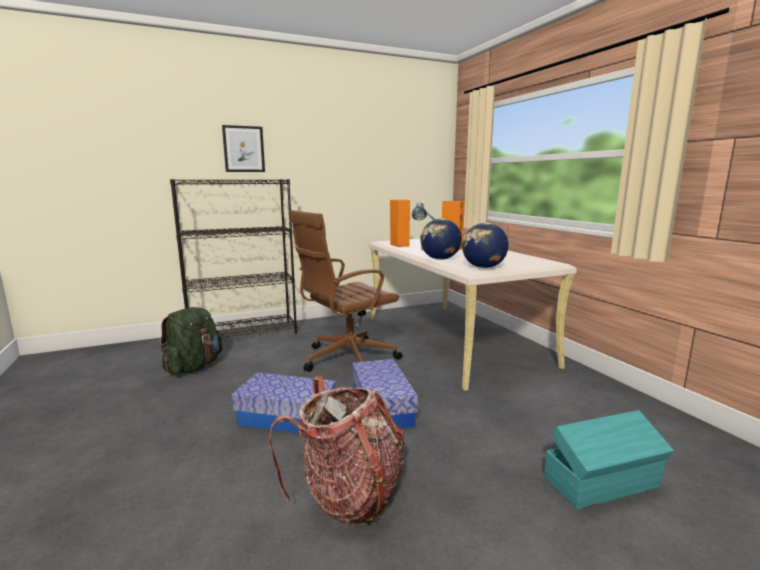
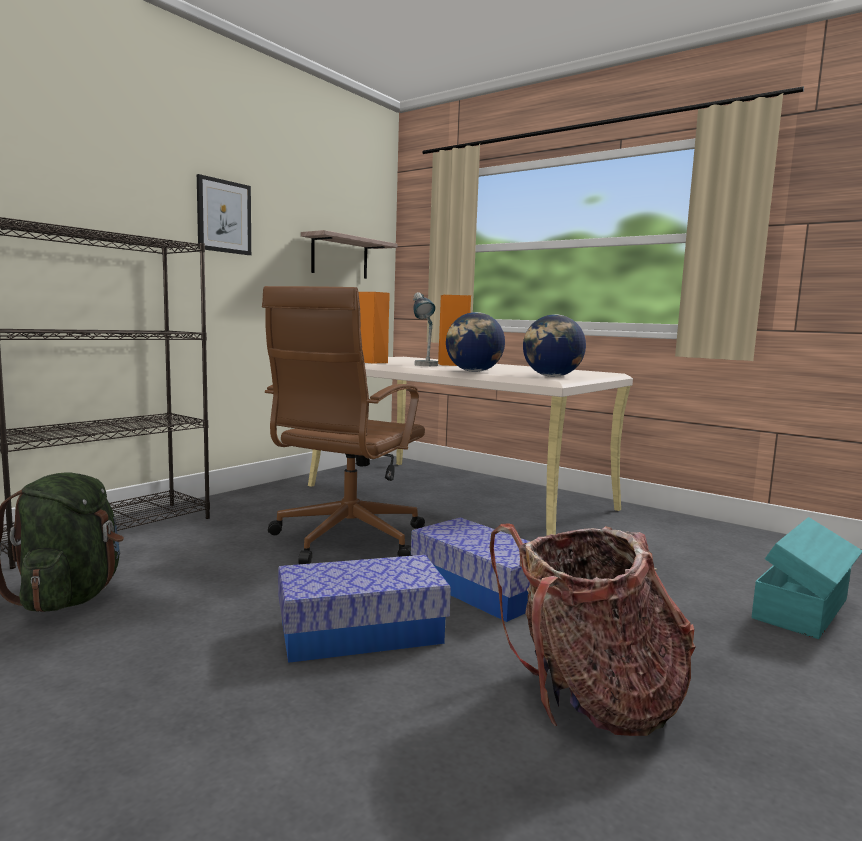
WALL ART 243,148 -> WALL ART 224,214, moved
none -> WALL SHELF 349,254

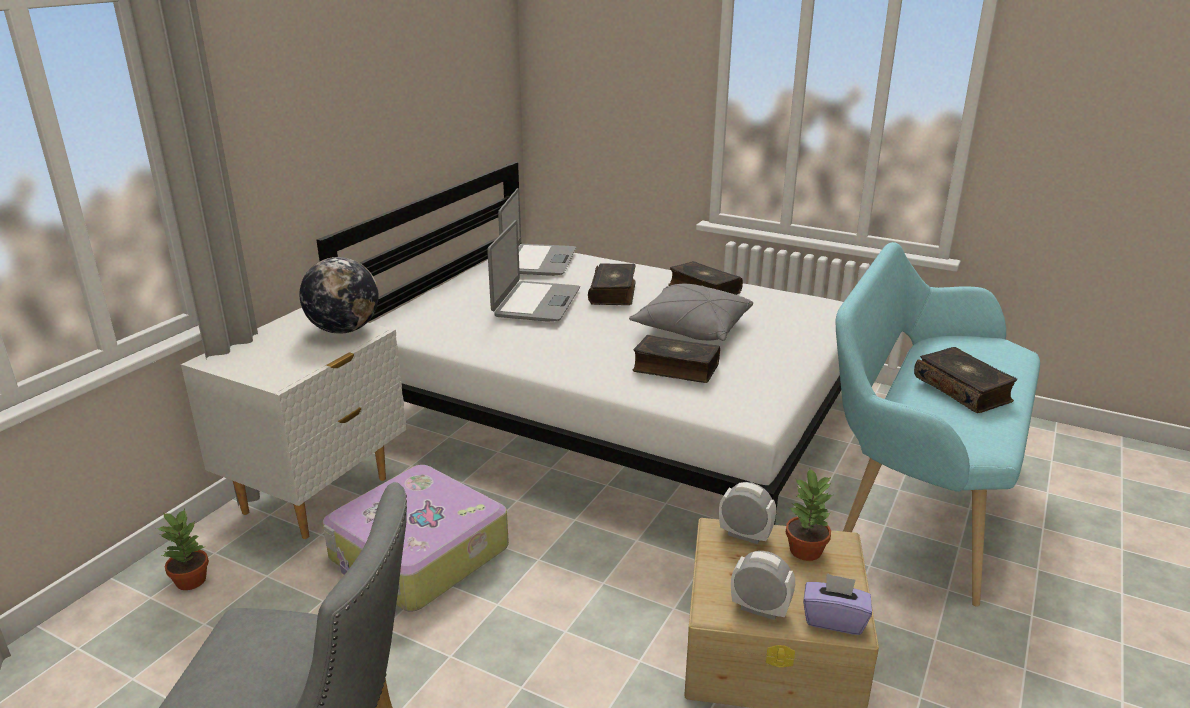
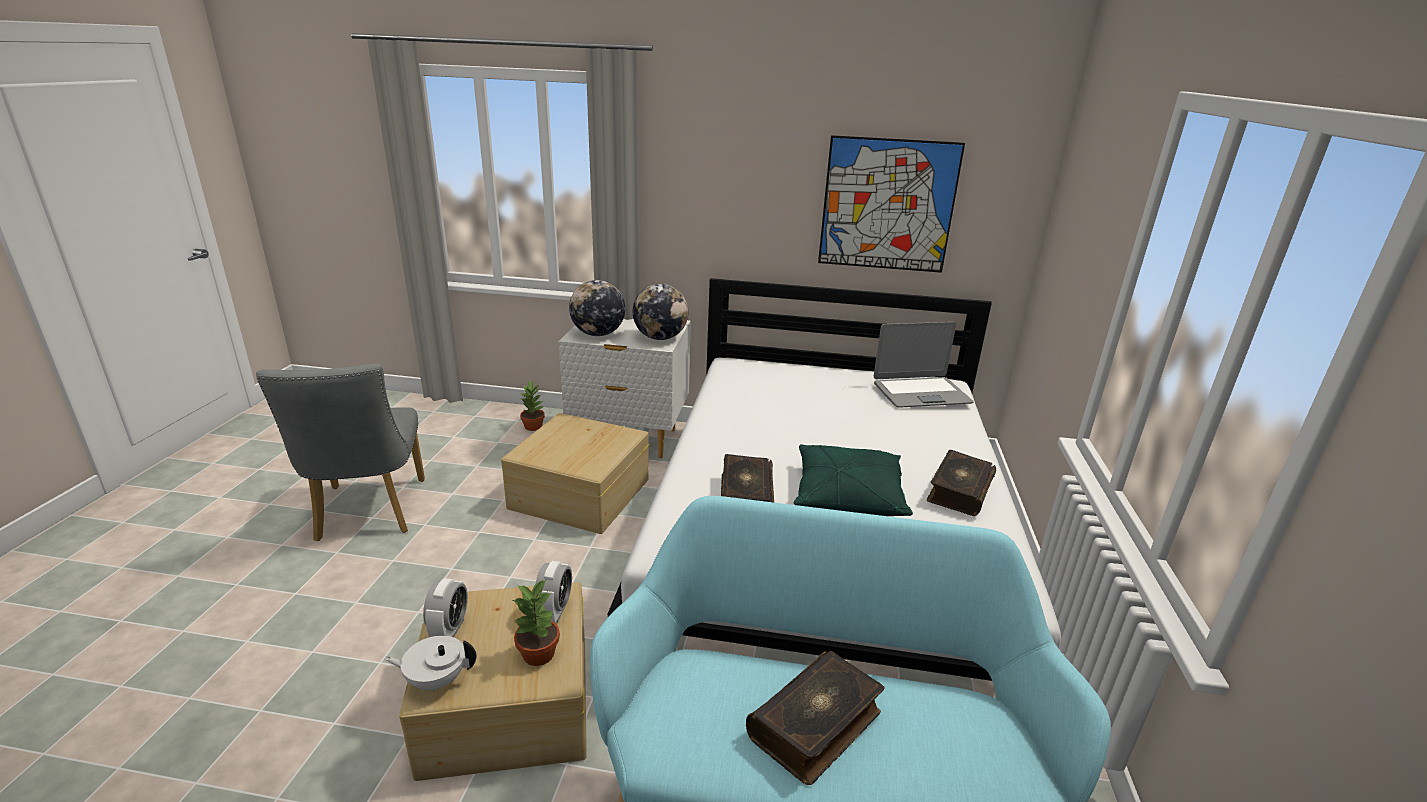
PORTABLE COMPUTER 533,271 -> none
BOUND BOOK 612,284 -> none
GREYISH THROW PILLOW 691,312 -> GREEN THROW PILLOW 853,480
SUITCASE 416,538 -> SAND-COLOURED STORAGE CONTAINER 575,473
PURPLE BOX OF TISSUES 837,604 -> WHITISH TEA POT 430,663
none -> WALL ART 891,204
none -> DESK GLOBE 597,308

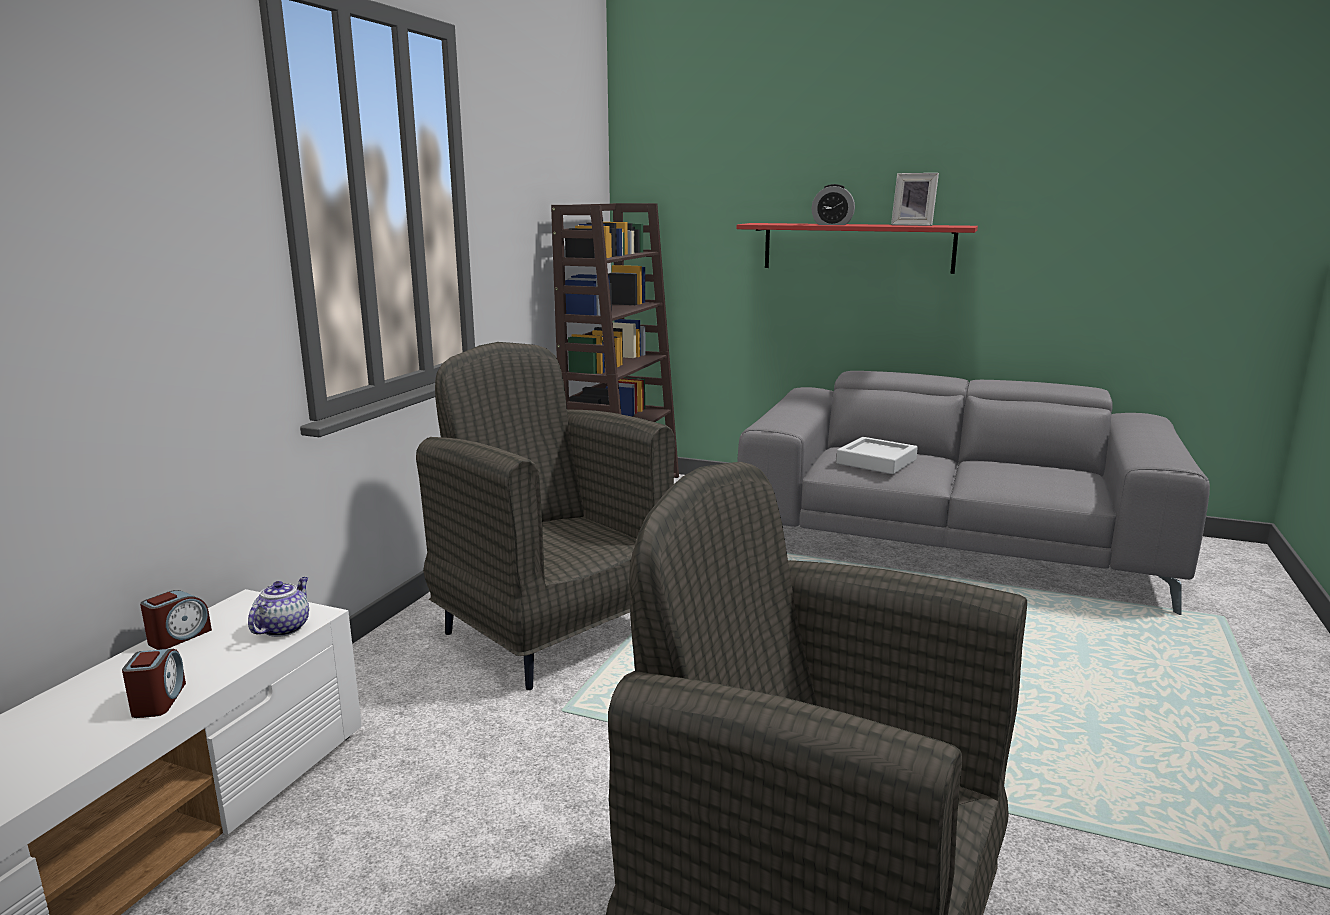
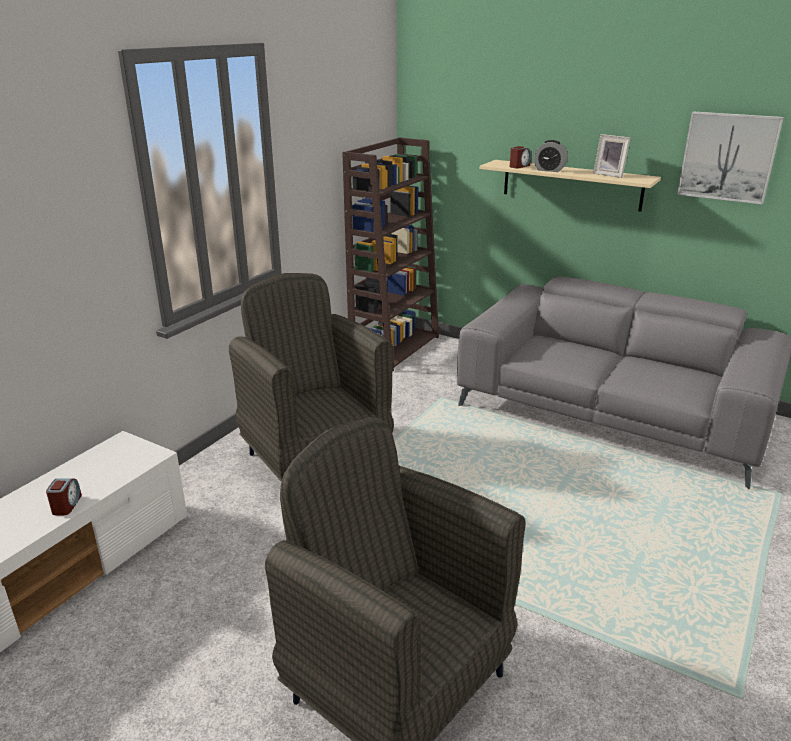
RED-COLOURED WALL SHELF 857,248 -> SAND-COLOURED WALL SHELF 570,186
GREYISH CARRYING TRAY 877,455 -> none
TEA POT 278,607 -> none
BEDSIDE CLOCK 176,620 -> BEDSIDE CLOCK 520,157, moved
none -> WALL ART 730,157

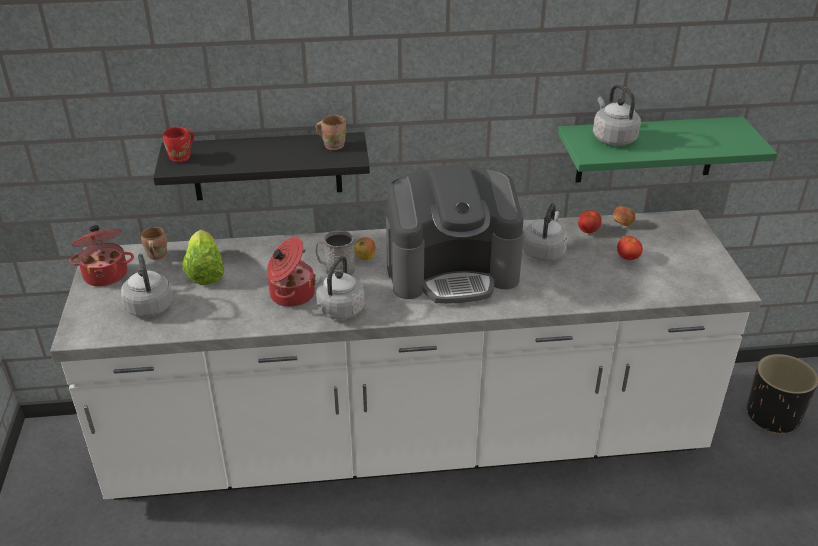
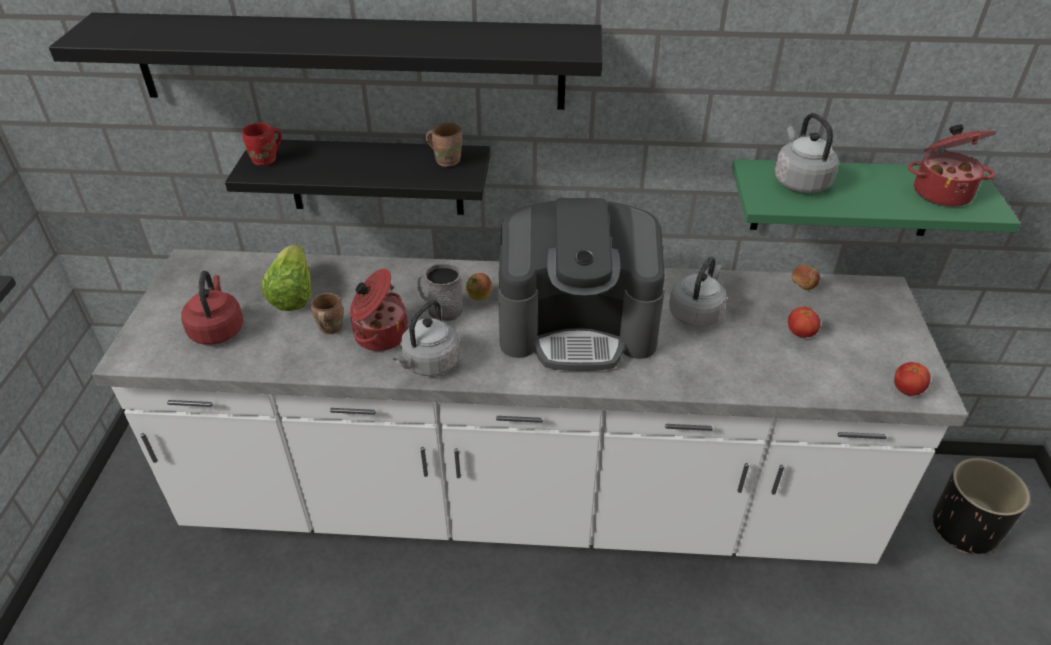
WHOLE TOMATO 590,221 -> WHOLE TOMATO 912,379, moved
SAUCEPOT 102,256 -> SAUCEPOT 952,165, moved
BROWNISH COFFEE MUG 154,243 -> BROWNISH COFFEE MUG 327,313, moved
GREYISH TEA KETTLE 146,285 -> RED-COLOURED TEA KETTLE 212,308
none -> BLACK-COLOURED WALL SHELF 325,61

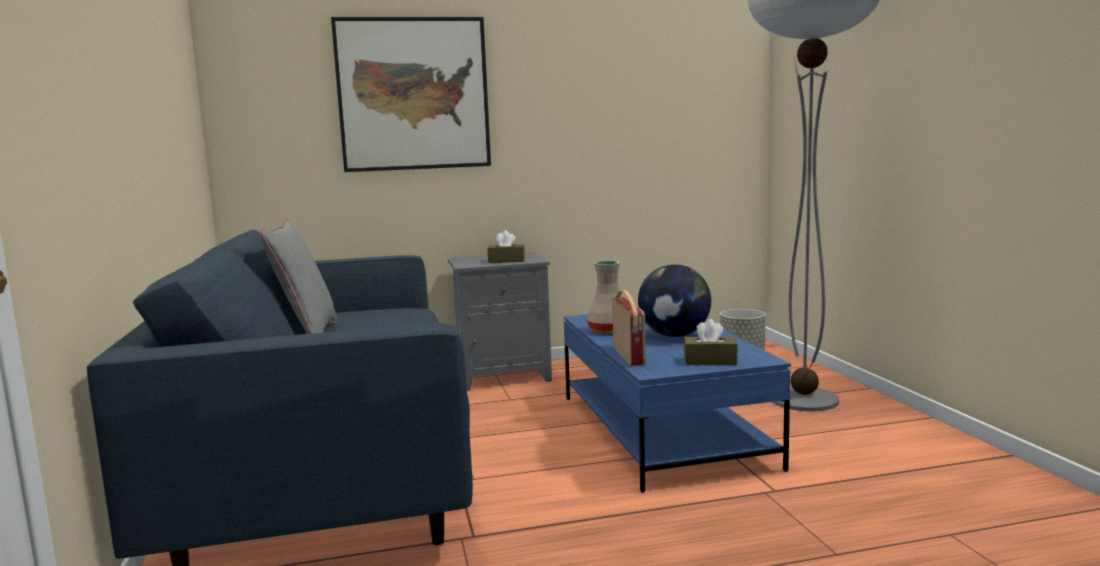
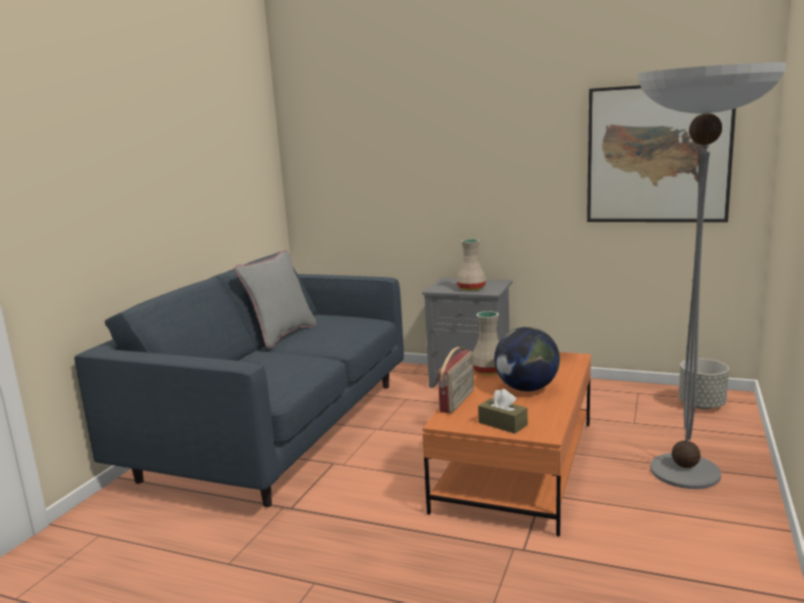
WALL ART 411,94 -> WALL ART 661,153, moved
BROWNISH BOX OF TISSUES 506,247 -> SAND-COLOURED DECORATIVE VASE 471,265
BLUISH COFFEE TABLE 677,403 -> ORANGE COFFEE TABLE 506,444

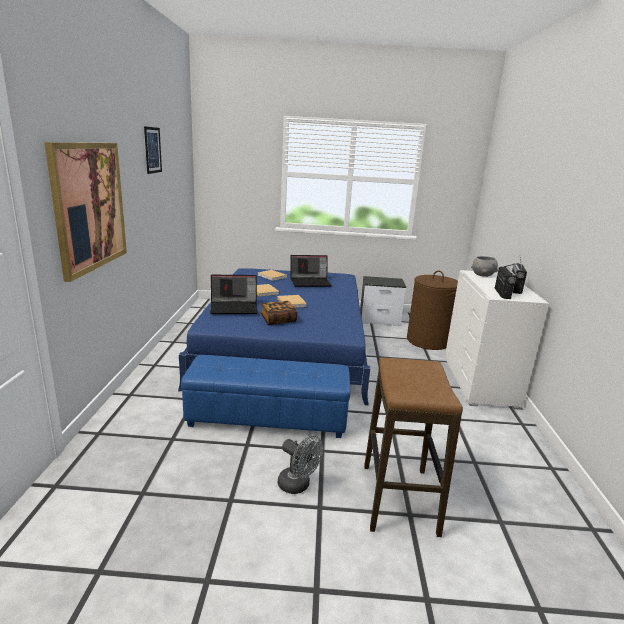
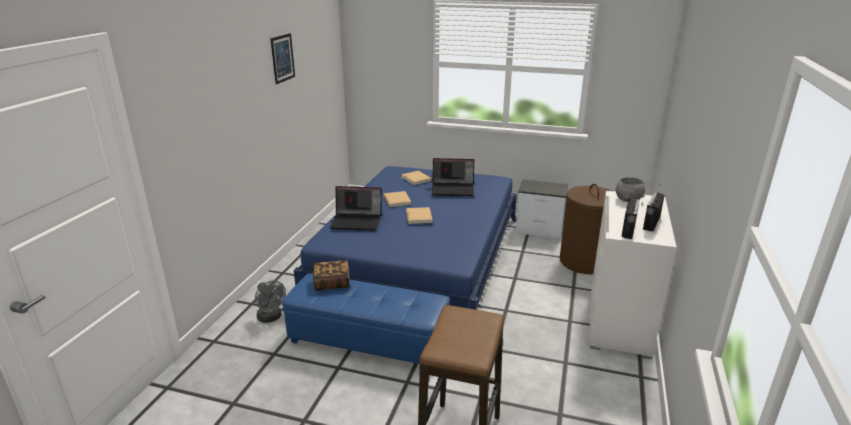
WALL ART 85,212 -> none
BOUND BOOK 279,313 -> BOUND BOOK 331,275, moved
GREYISH COOLING FAN 300,465 -> GREYISH COOLING FAN 270,302, moved

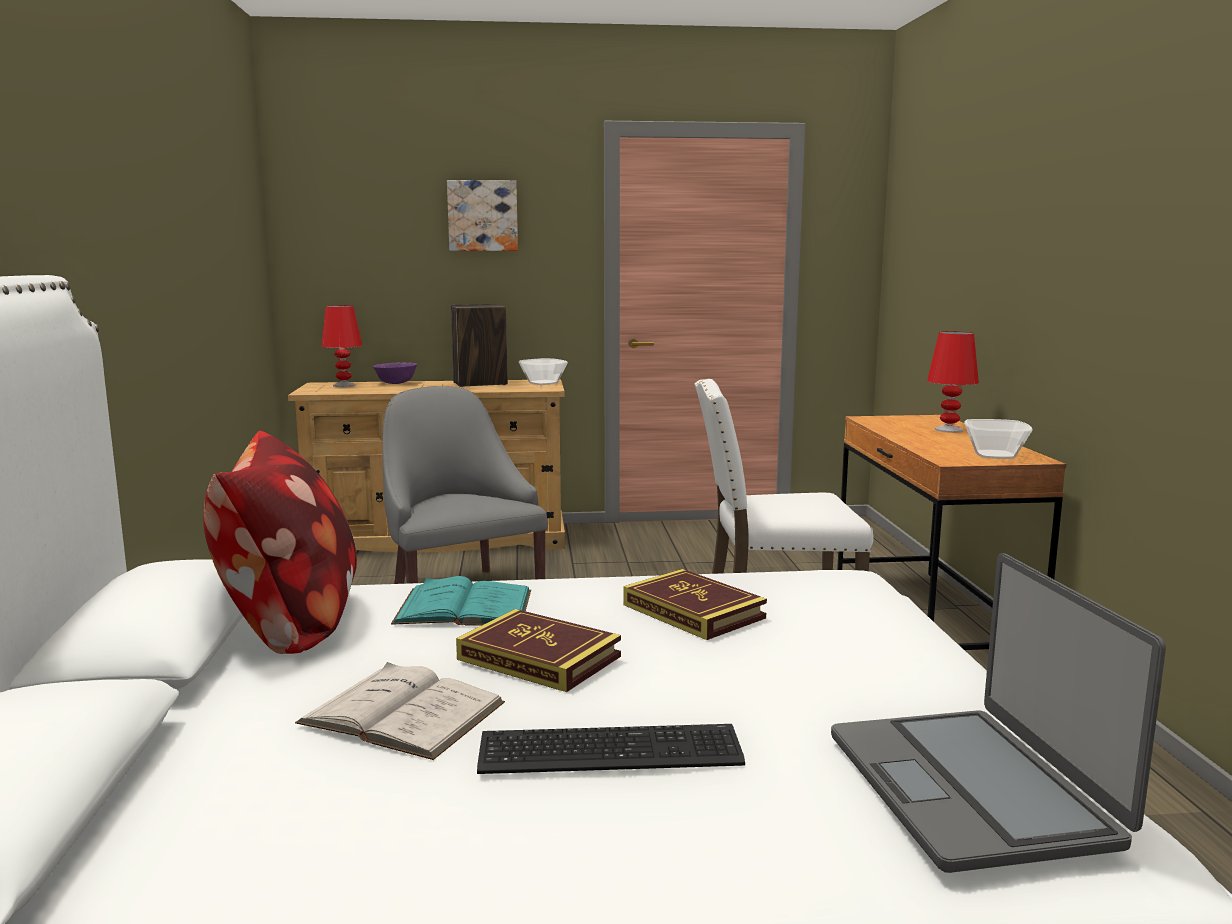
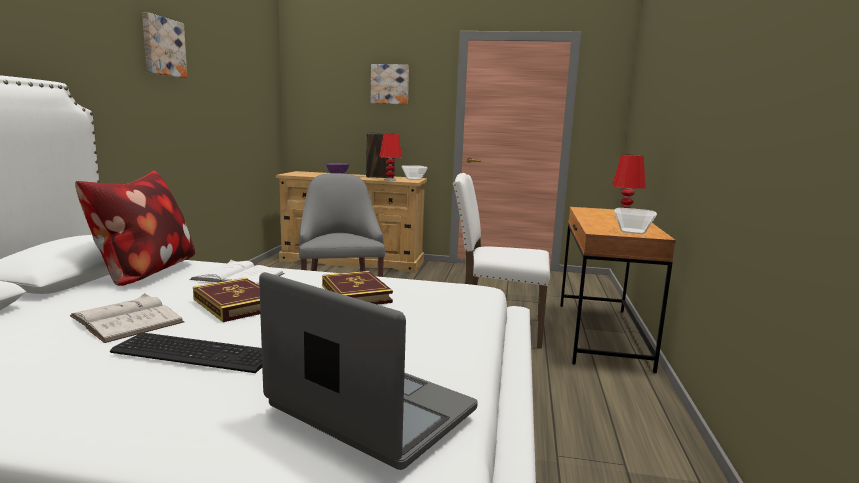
RED-COLOURED TABLETOP LAMP 341,346 -> RED-COLOURED TABLETOP LAMP 390,157, moved
PORTABLE COMPUTER 998,713 -> PORTABLE COMPUTER 368,371, 120 degrees clockwise
BLUE-GREEN BOUND BOOK 461,601 -> WHITISH BOUND BOOK 237,272
none -> WALL ART 164,45

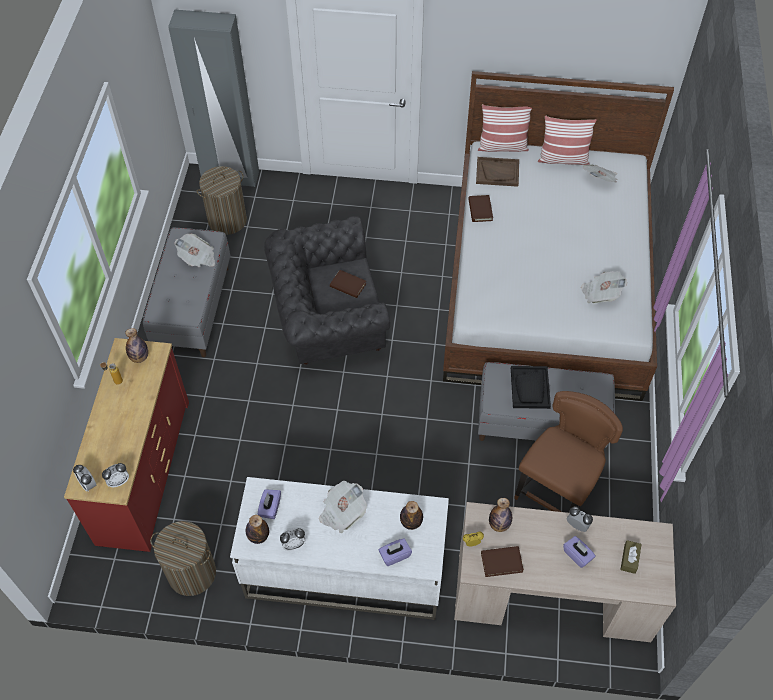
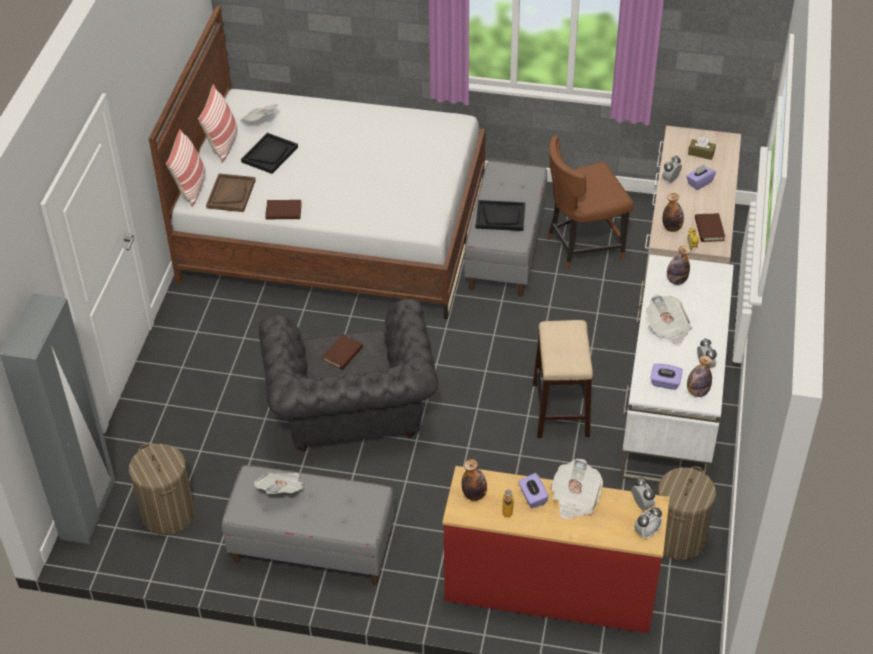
DAILY PAPER 604,287 -> DAILY PAPER 577,489, moved
BROWNISH UPRIGHT CHAIR 568,452 -> BROWNISH UPRIGHT CHAIR 590,203, 60 degrees counterclockwise
PURPLE BOX OF TISSUES 395,552 -> PURPLE BOX OF TISSUES 533,490, moved
none -> BLACK-COLOURED CARRYING TRAY 269,153
none -> STOOL 563,379

